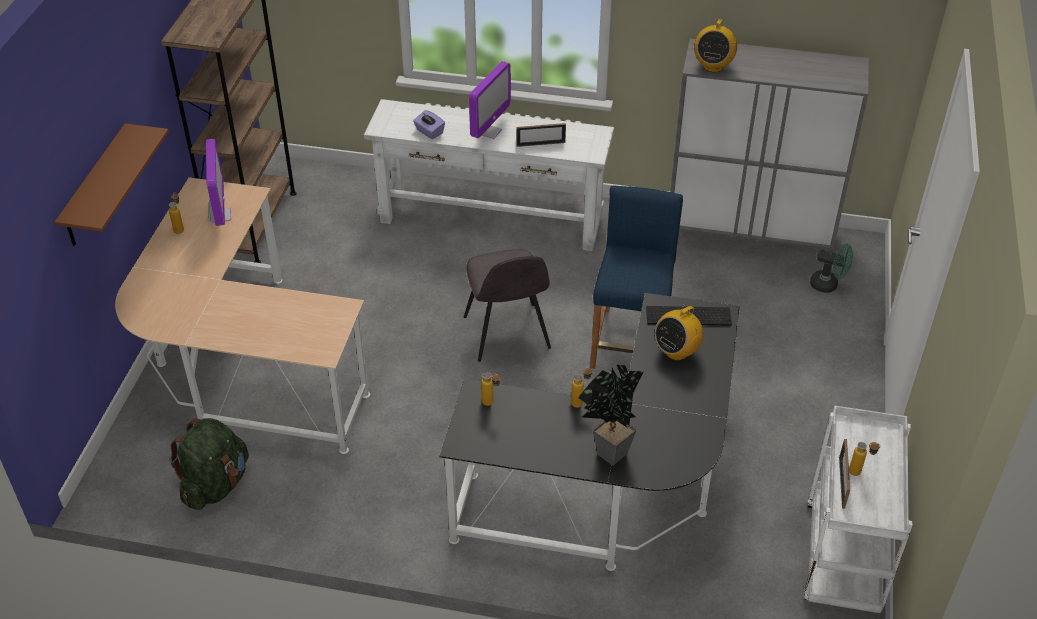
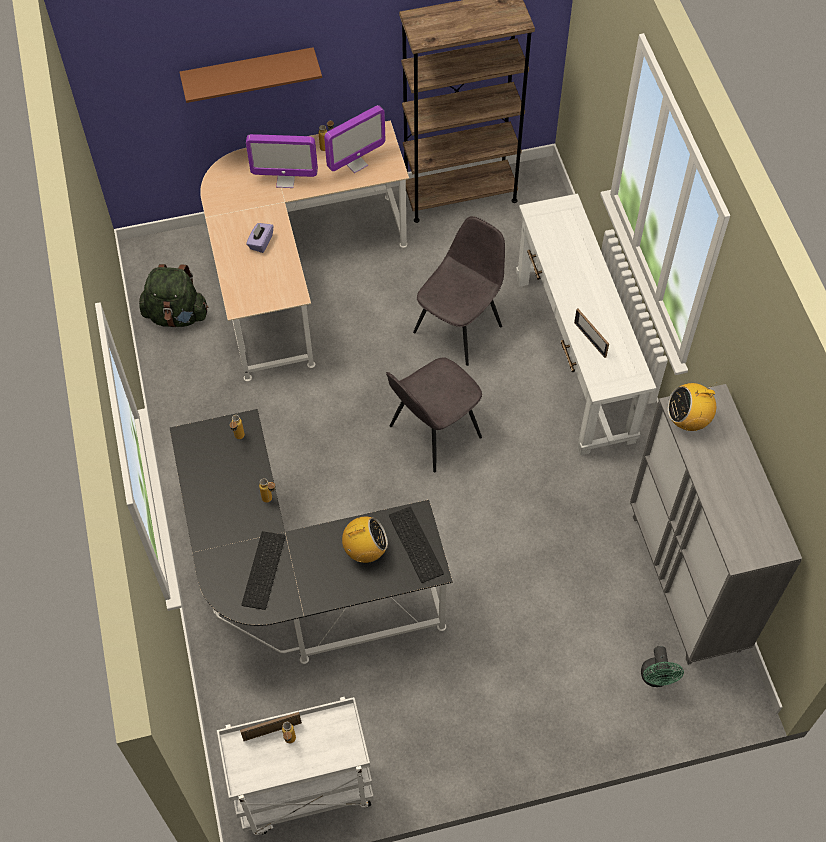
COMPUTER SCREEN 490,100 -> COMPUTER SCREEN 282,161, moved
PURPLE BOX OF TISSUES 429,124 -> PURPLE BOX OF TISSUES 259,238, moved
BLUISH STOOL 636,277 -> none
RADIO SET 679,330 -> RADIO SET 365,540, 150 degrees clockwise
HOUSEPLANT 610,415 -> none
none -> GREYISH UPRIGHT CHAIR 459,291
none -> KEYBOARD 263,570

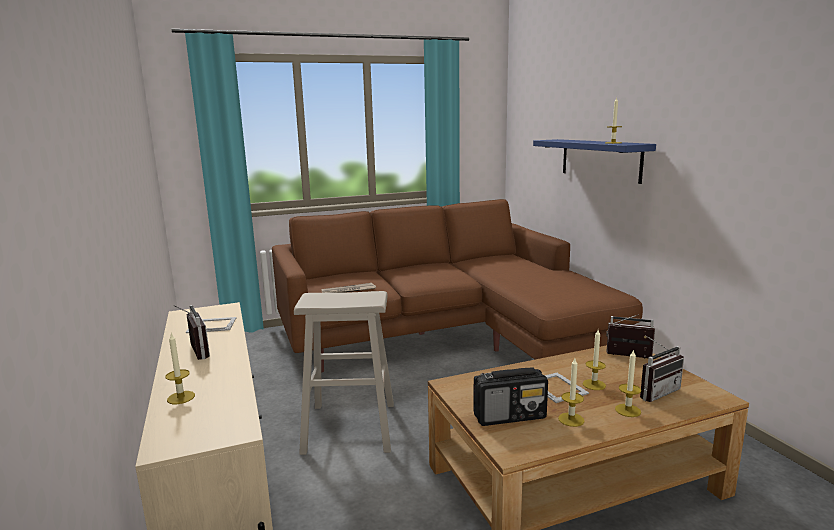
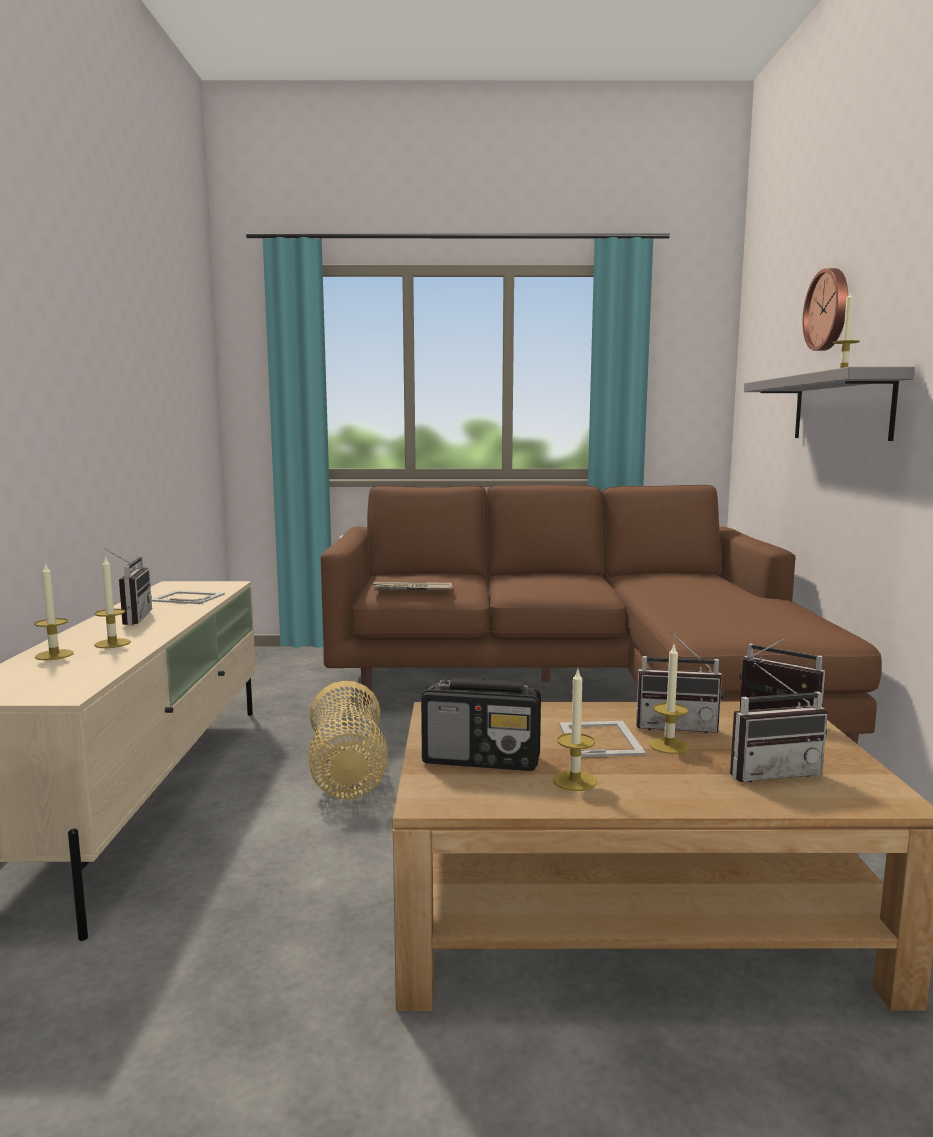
BLUISH WALL SHELF 594,161 -> GREYISH WALL SHELF 829,404
SAND-COLOURED STOOL 344,373 -> STORAGE BASKET 348,740
WAX CANDLE 628,383 -> WAX CANDLE 112,602, moved
none -> CLOCK ON THE WALL 825,309
none -> RADIO SET 680,682

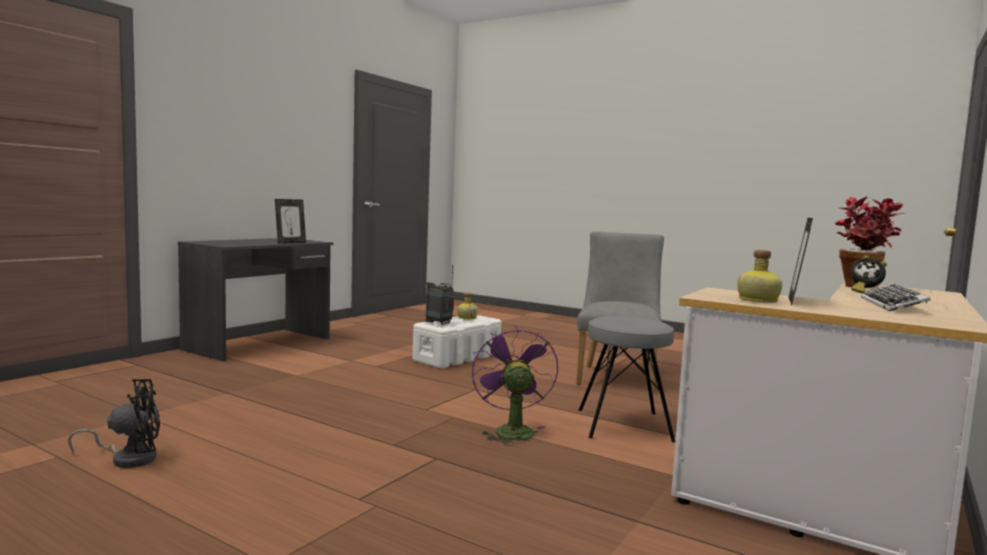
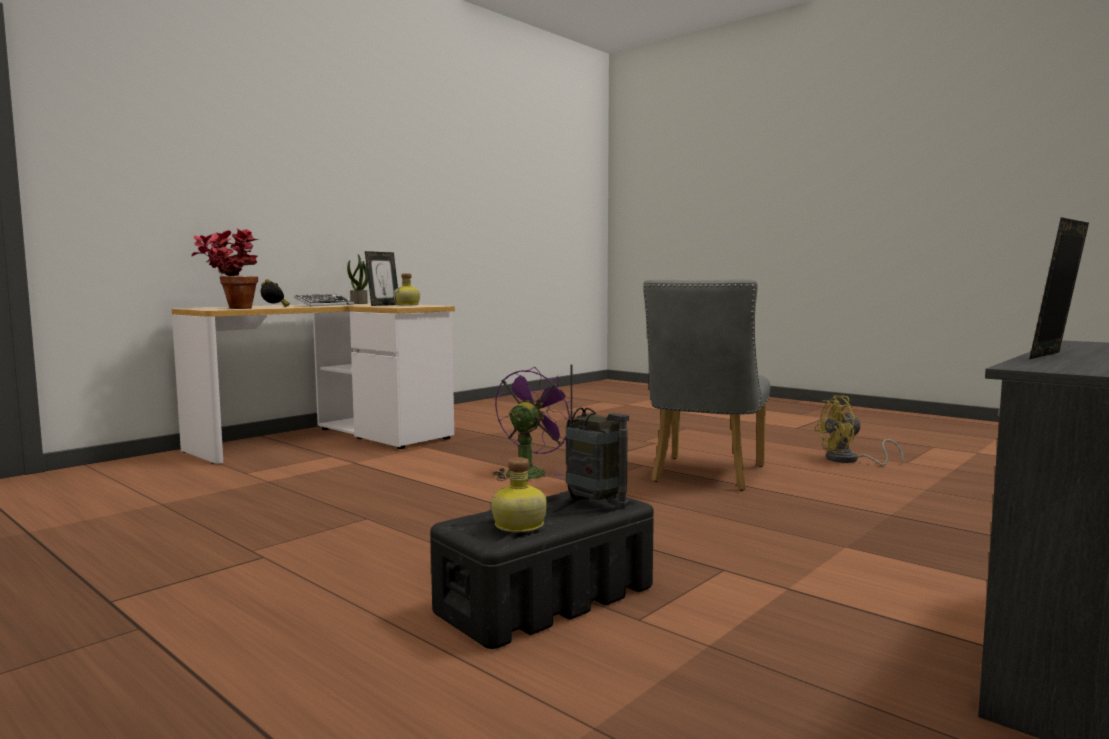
GREYISH UPRIGHT CHAIR 620,312 -> GREYISH UPRIGHT CHAIR 706,385, moved
WHITISH STORAGE CONTAINER 457,341 -> BLACK-COLOURED STORAGE CONTAINER 542,570
GREYISH STOOL 626,379 -> none
PURPLE COOLING FAN 515,385 -> PURPLE COOLING FAN 533,424, 150 degrees counterclockwise
BLACK-COLOURED COOLING FAN 114,423 -> YELLOWISH COOLING FAN 858,431
none -> HOUSEPLANT 357,279

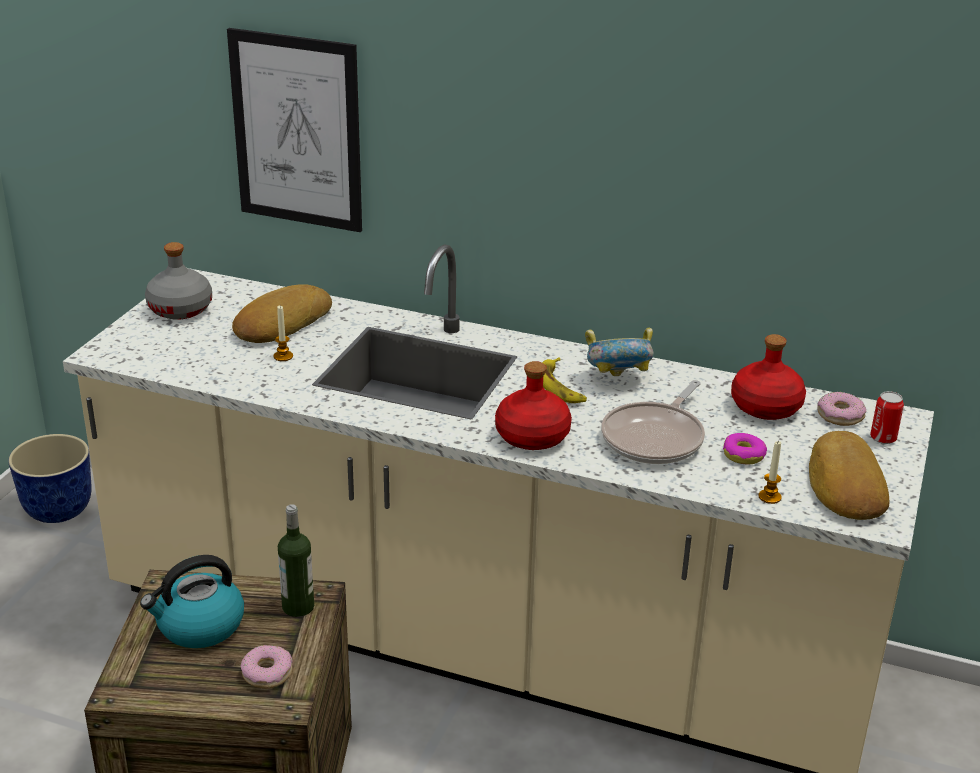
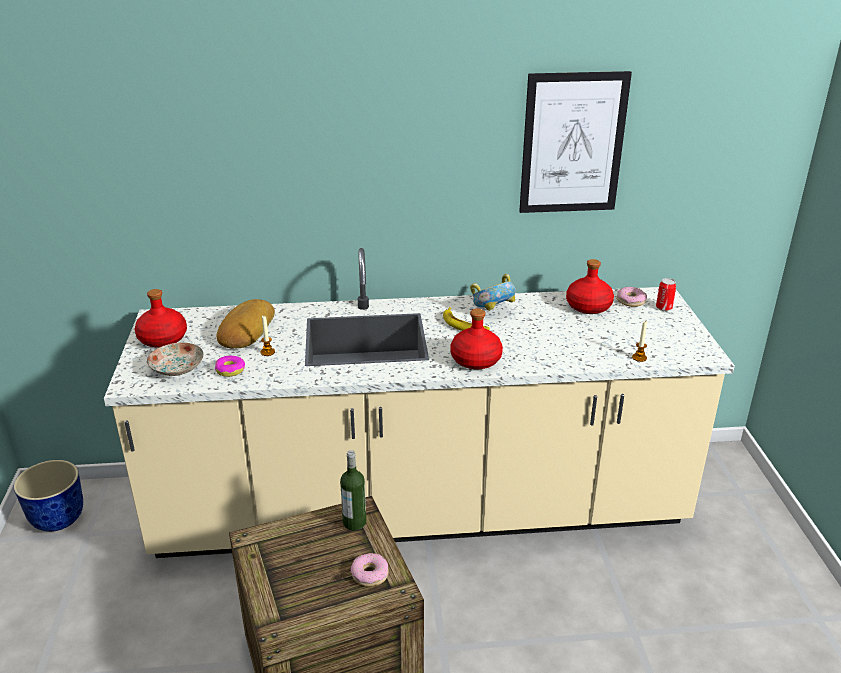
WALL ART 294,130 -> WALL ART 575,142, moved
GREYISH BOTTLE 178,281 -> RED-COLOURED BOTTLE 161,318
SKILLET 653,422 -> none
BAKERY BREAD 849,475 -> none
RING DOUGHNUT 745,449 -> RING DOUGHNUT 230,366, moved
TEA KETTLE 192,601 -> none
none -> PLATE 175,359

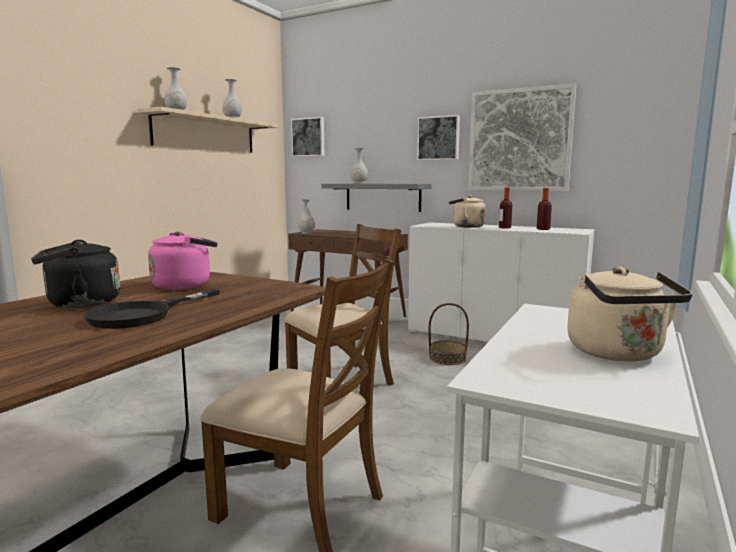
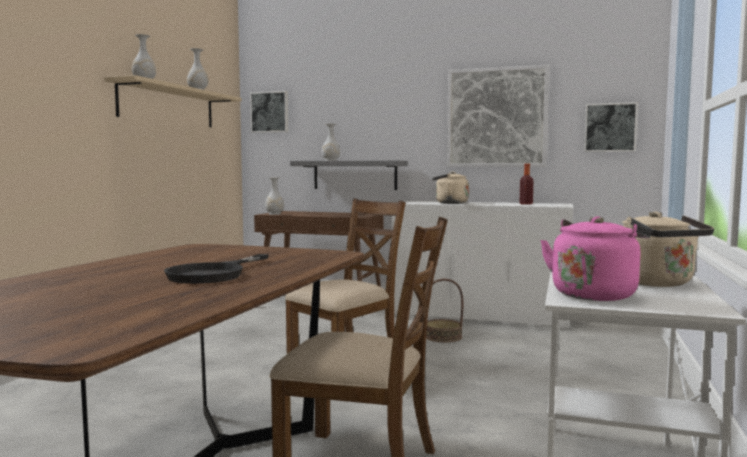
WALL ART 438,138 -> WALL ART 611,127, moved
BOTTLE 505,208 -> none
PINK TEA KETTLE 183,260 -> PINK TEA KETTLE 595,258, moved
BLACK-COLOURED TEA KETTLE 75,274 -> none

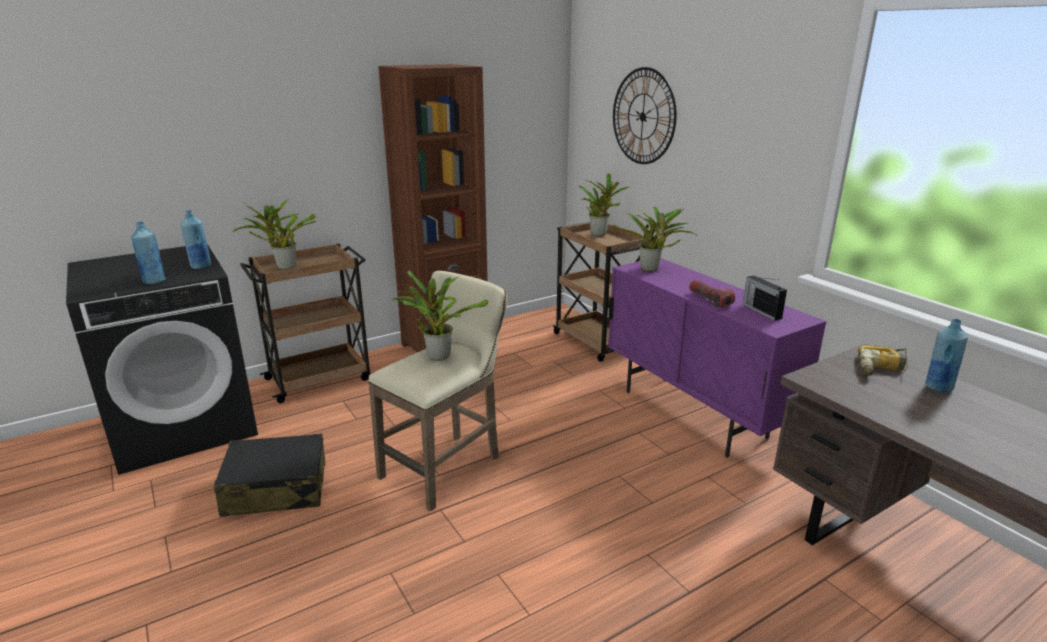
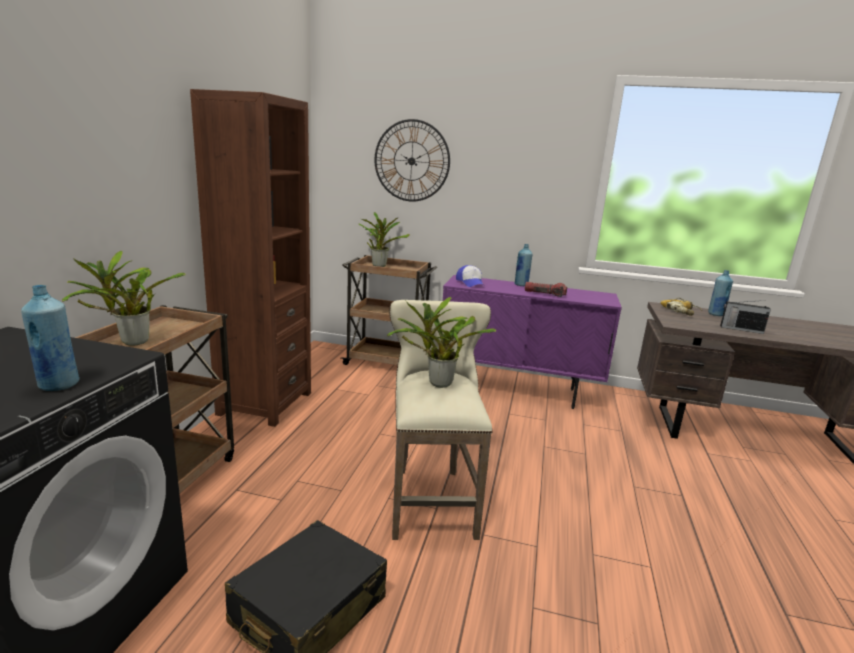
HOUSEPLANT 654,239 -> PEAKED CAP 470,276
BLUISH BOTTLE 195,239 -> BLUISH BOTTLE 523,265, moved
RADIO SET 765,298 -> RADIO SET 745,317, moved

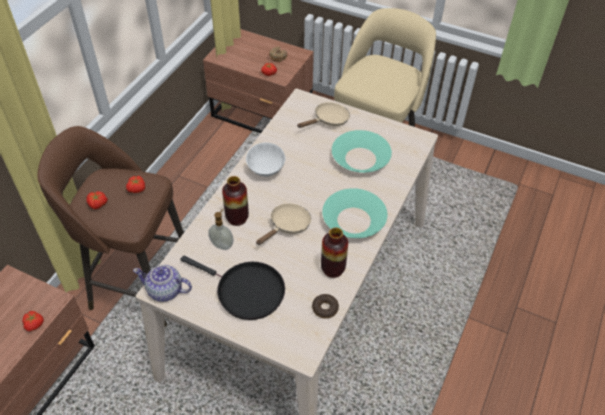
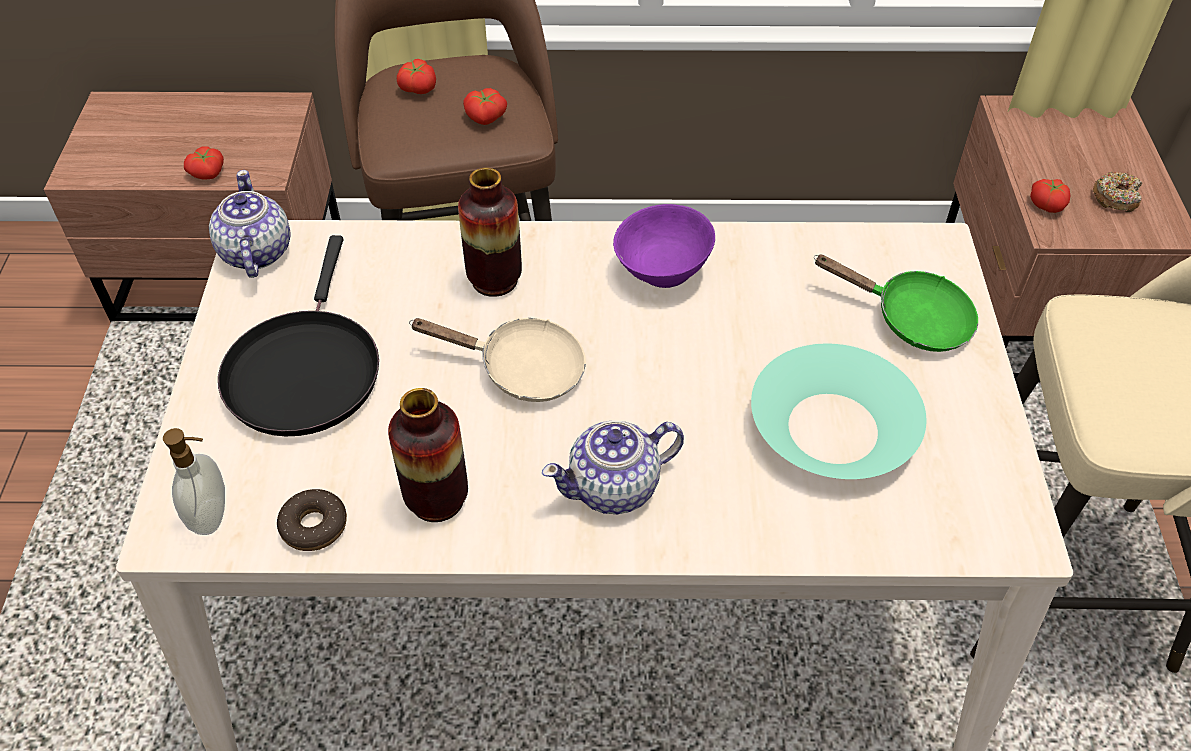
SAND-COLOURED SKILLET 323,115 -> GREEN SKILLET 896,303
WHITISH BOWL 265,160 -> PURPLE BOWL 664,246
BLUE-GREEN BOWL 354,213 -> TEA POT 613,467
LIQUID SOAP BOTTLE 221,229 -> LIQUID SOAP BOTTLE 194,481, moved

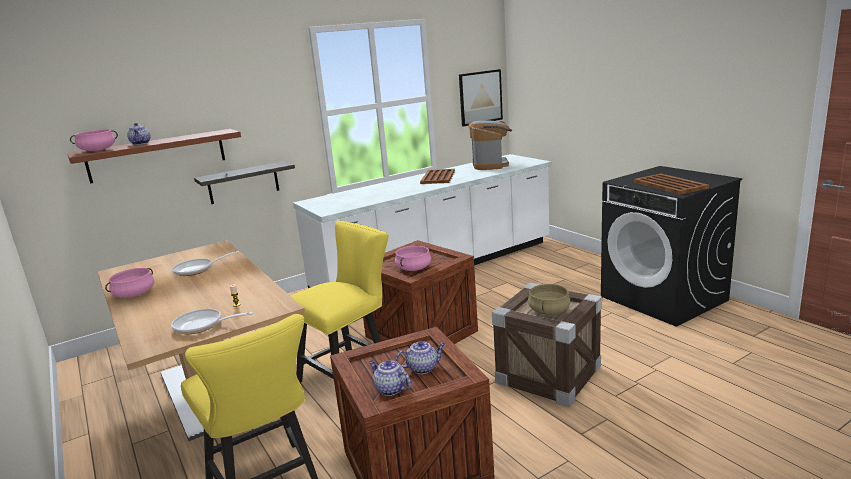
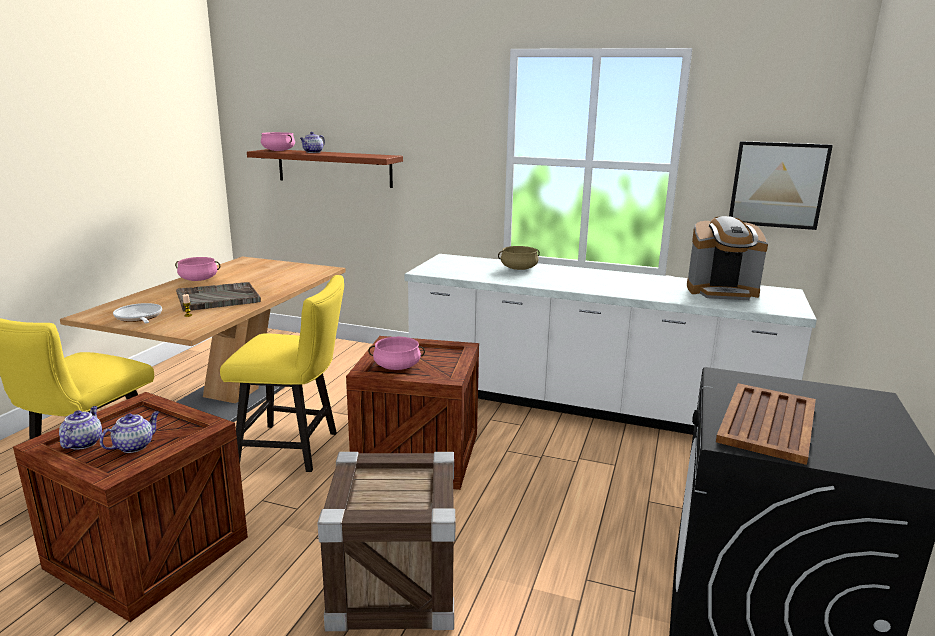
COFFEE BREWER 490,145 -> COFFEE BREWER 727,258, 45 degrees clockwise
WALL SHELF 244,182 -> none
BROWNISH CARRYING TRAY 437,176 -> none
SKILLET 205,263 -> none
SAND-COLOURED SAUCEPOT 549,299 -> SAND-COLOURED SAUCEPOT 519,258, moved
TEA POT 420,357 -> TEA POT 130,432, 90 degrees counterclockwise
none -> GREYISH CARRYING TRAY 218,297

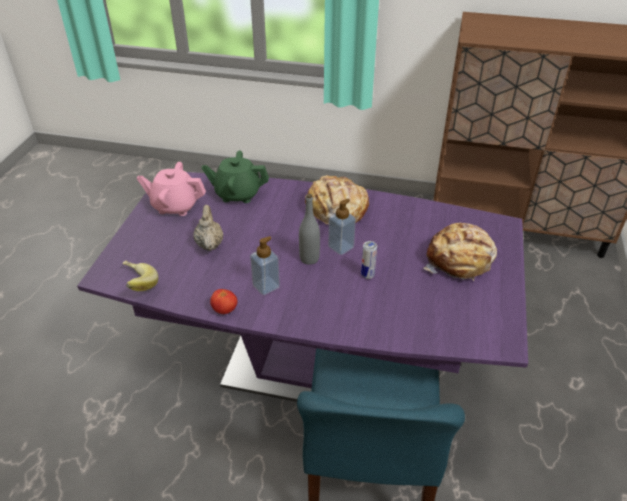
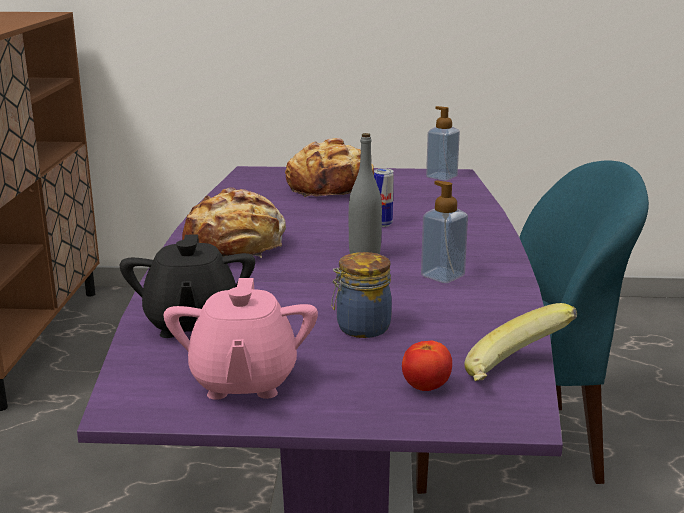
GREEN TEA POT 235,177 -> BLACK-COLOURED TEA POT 187,286
LIQUID SOAP BOTTLE 342,227 -> LIQUID SOAP BOTTLE 443,143, moved
SAND-COLOURED TEA POT 208,228 -> JAR 361,295
WHOLE TOMATO 223,301 -> WHOLE TOMATO 427,366, moved

